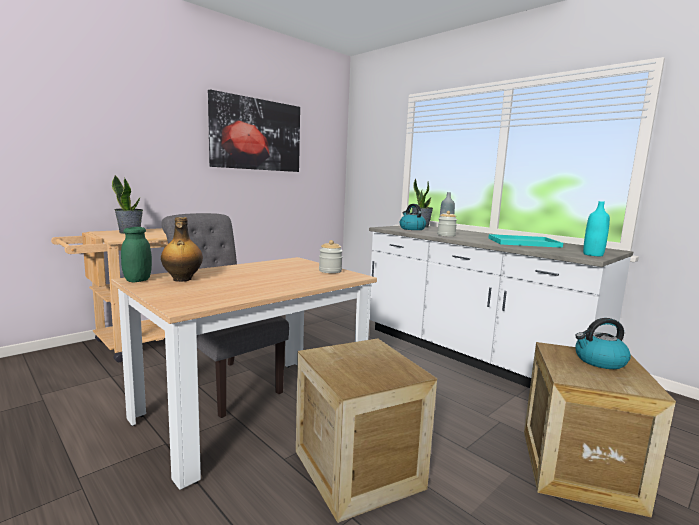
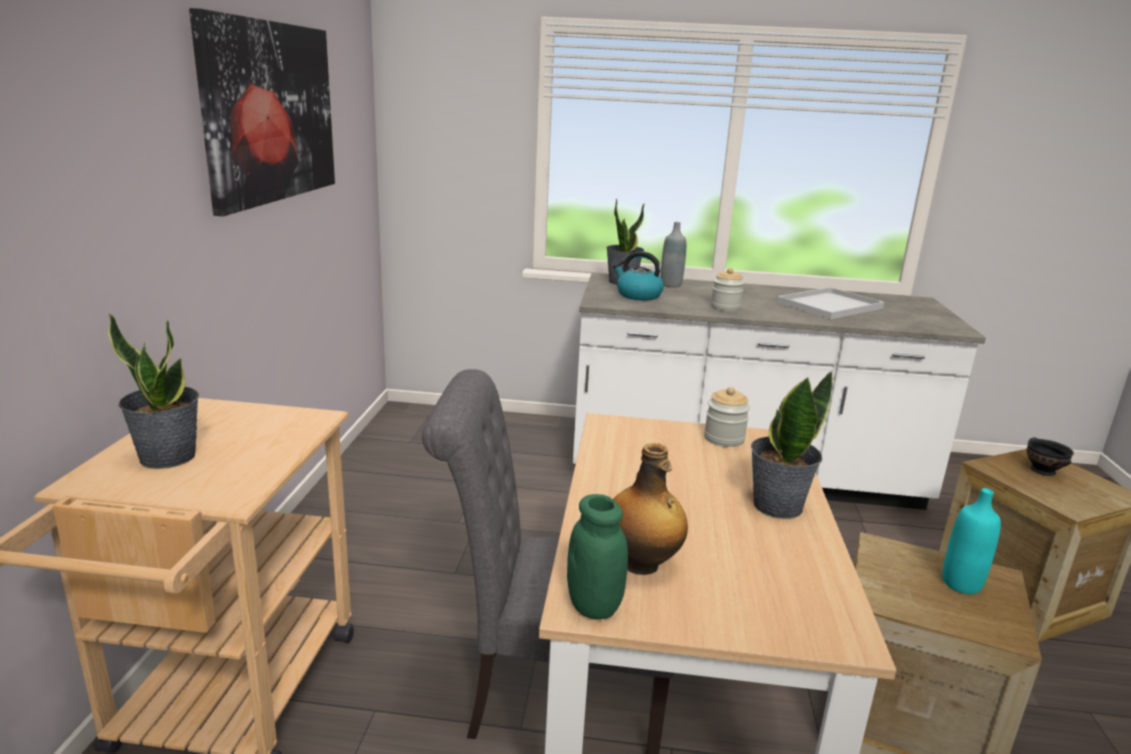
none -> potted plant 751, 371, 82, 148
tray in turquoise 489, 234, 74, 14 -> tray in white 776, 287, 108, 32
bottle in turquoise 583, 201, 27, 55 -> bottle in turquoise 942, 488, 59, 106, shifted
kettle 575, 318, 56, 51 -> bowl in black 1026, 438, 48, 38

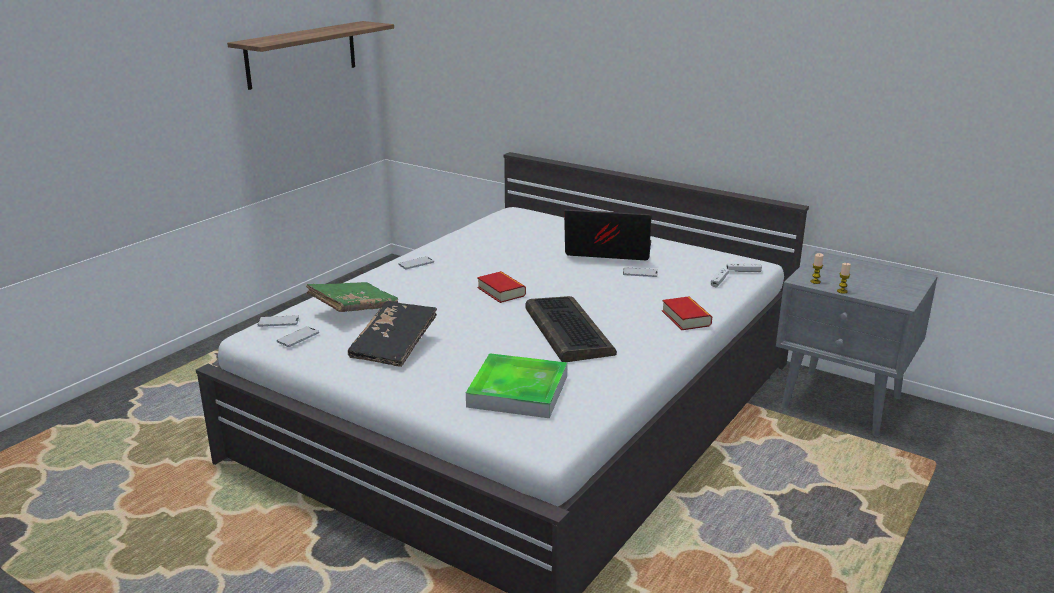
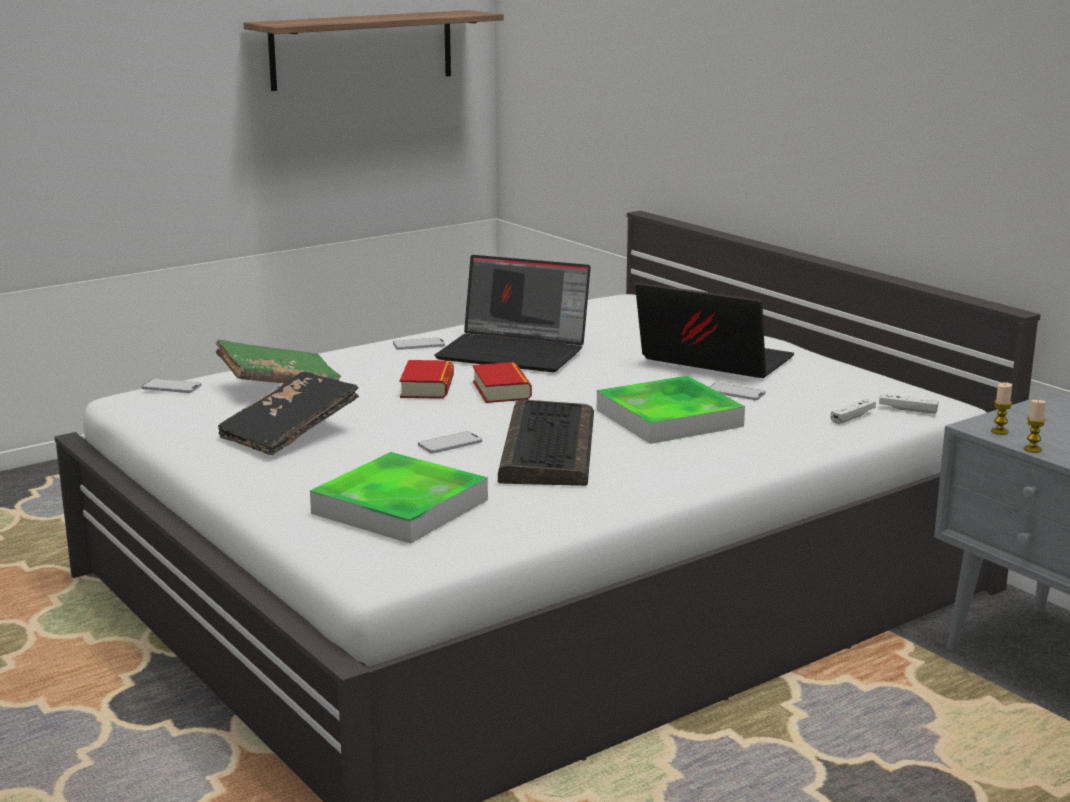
book 662, 296, 50, 34 -> book 400, 360, 54, 39, shifted
phone 277, 326, 42, 21 -> phone 418, 431, 64, 23, shifted
none -> laptop 434, 255, 157, 117
none -> tray 597, 376, 148, 68

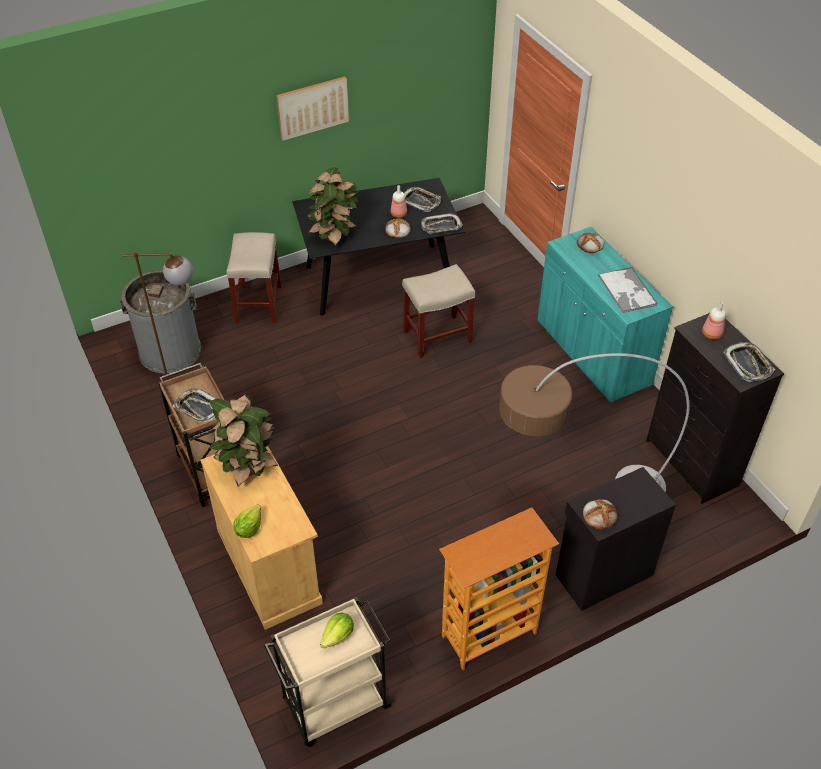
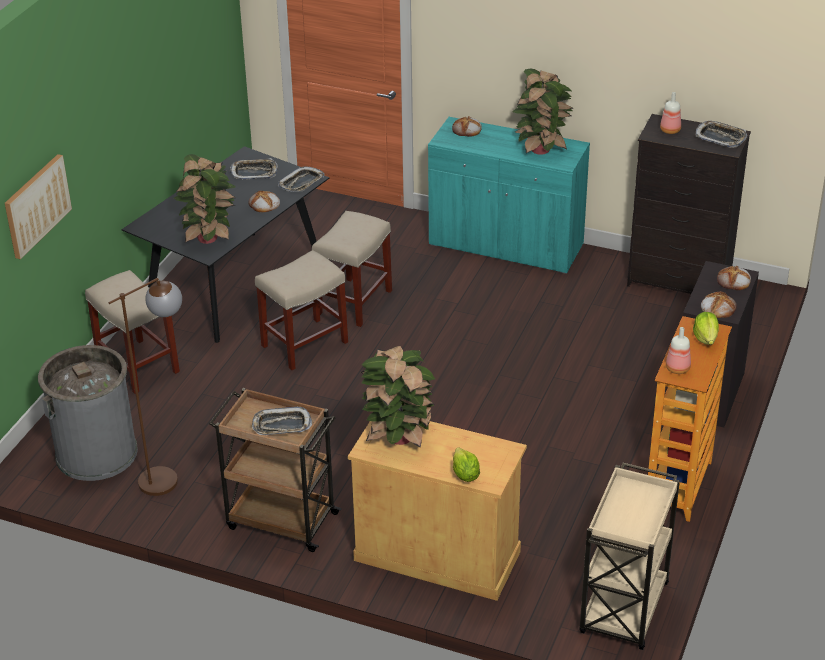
picture 276, 76, 73, 65 -> picture 5, 154, 67, 105, shifted
none -> stool in beige 255, 250, 93, 120
tray 598, 267, 60, 46 -> potted plant 512, 69, 61, 86
bottle 391, 185, 16, 33 -> bottle 666, 327, 25, 47, shifted
lettuce 320, 613, 34, 36 -> lettuce 693, 312, 26, 33, shifted
none -> bread 717, 266, 34, 24
floor lamp 499, 353, 191, 139 -> none

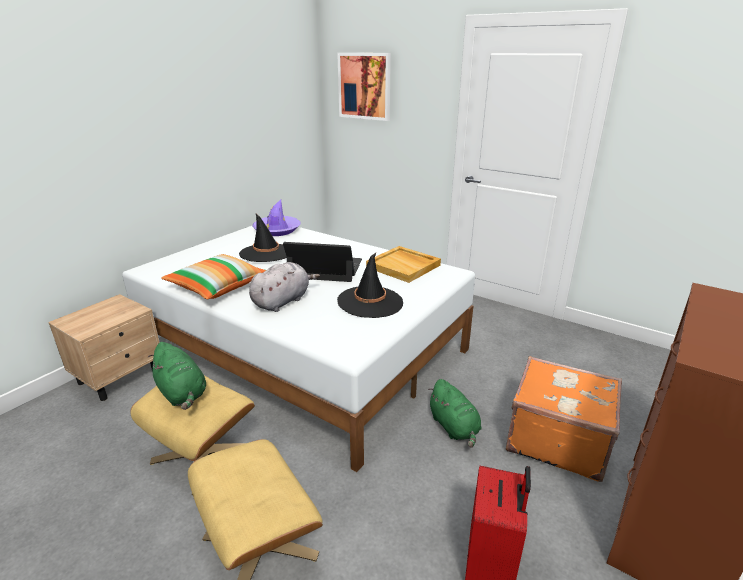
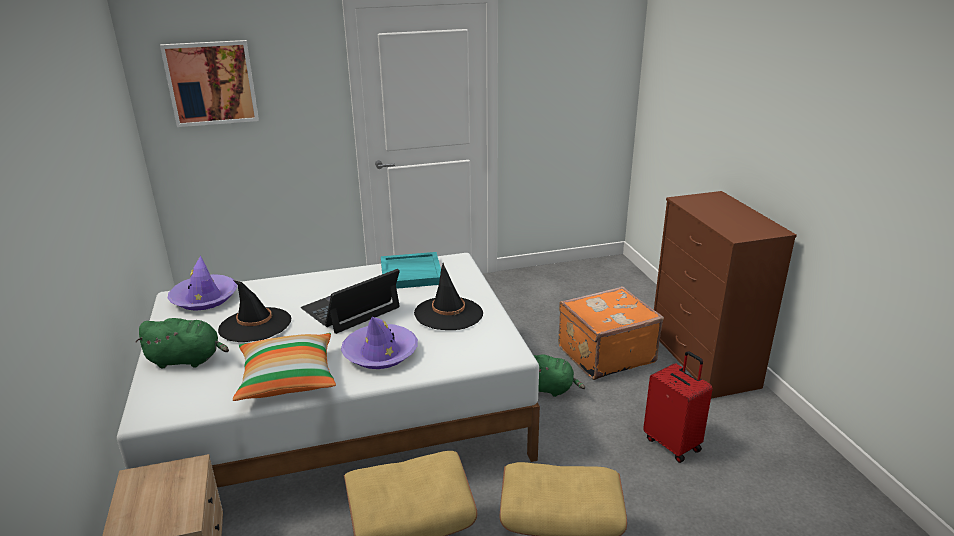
plush toy in green 148, 342, 58, 68 -> plush toy in green 135, 318, 94, 50, shifted
plush toy in grey 249, 262, 71, 50 -> hat in purple 341, 317, 77, 52
tray in beige 366, 246, 75, 37 -> tray in turquoise 381, 252, 60, 37

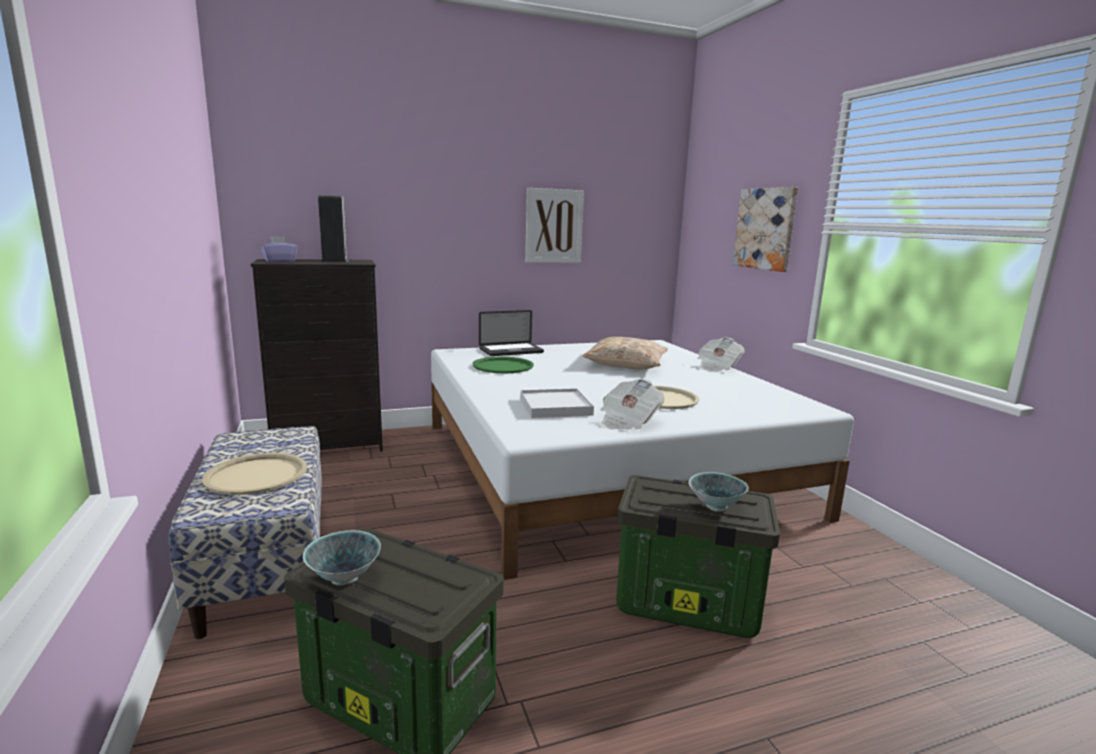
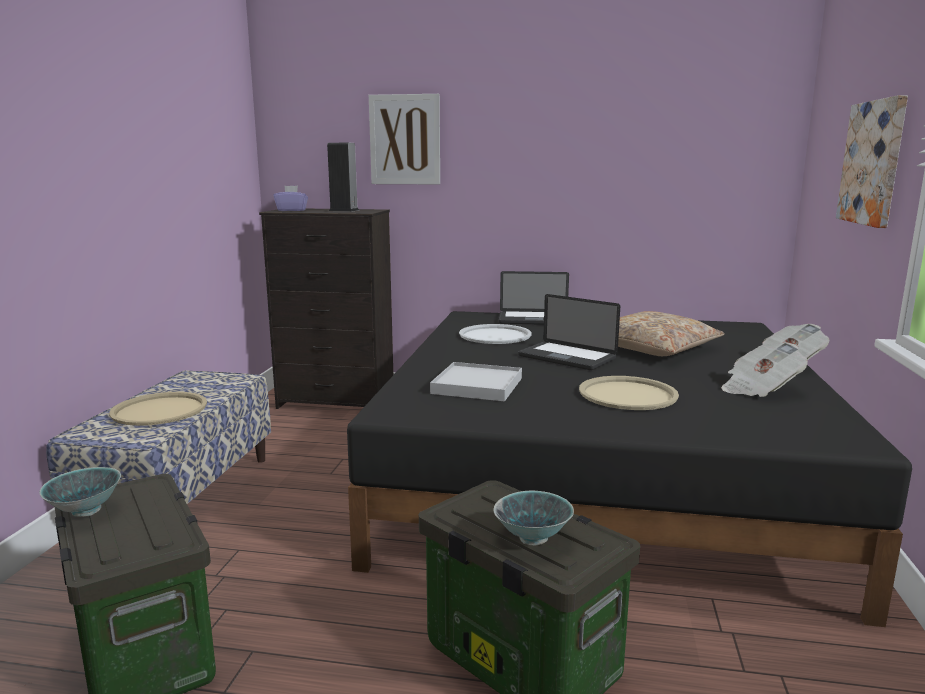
bed in white 431, 340, 423, 240 -> bed in black 347, 311, 565, 316
picture 525, 188, 59, 75 -> picture 369, 94, 71, 91, shifted
tray in green 472, 357, 62, 16 -> tray in white 459, 324, 73, 20
none -> laptop 518, 294, 102, 76
newspaper 600, 379, 65, 51 -> newspaper 721, 343, 87, 54, shifted

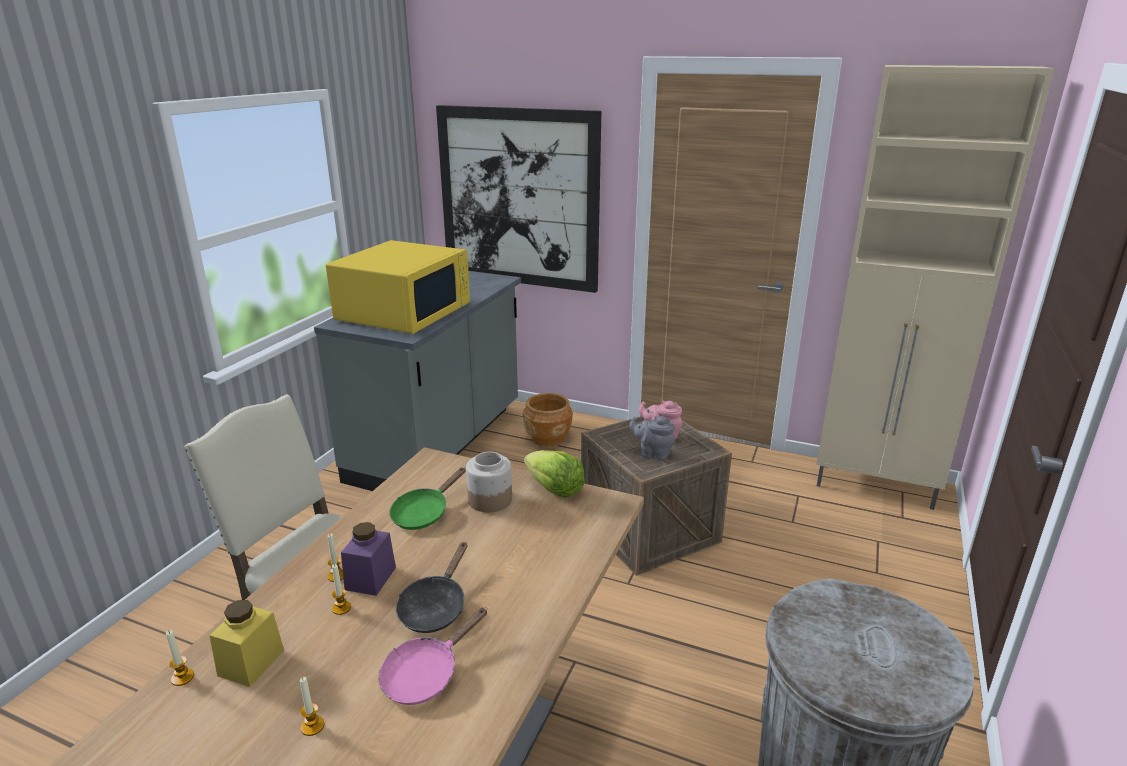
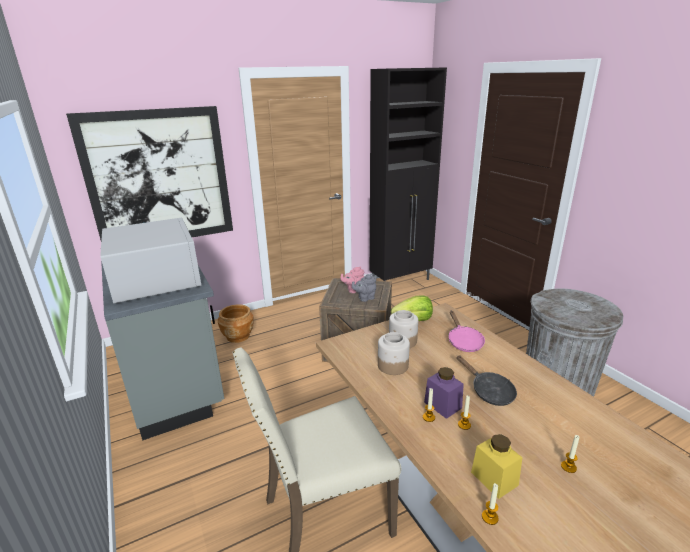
microwave in yellow 326, 240, 144, 94 -> microwave in white 100, 218, 102, 86
cabinet in beige 816, 65, 239, 445 -> cabinet in black 370, 67, 77, 214
frying pan in green 389, 467, 77, 63 -> jar 378, 332, 32, 43
frying pan in pink 379, 608, 109, 97 -> frying pan in pink 448, 311, 37, 41, shifted

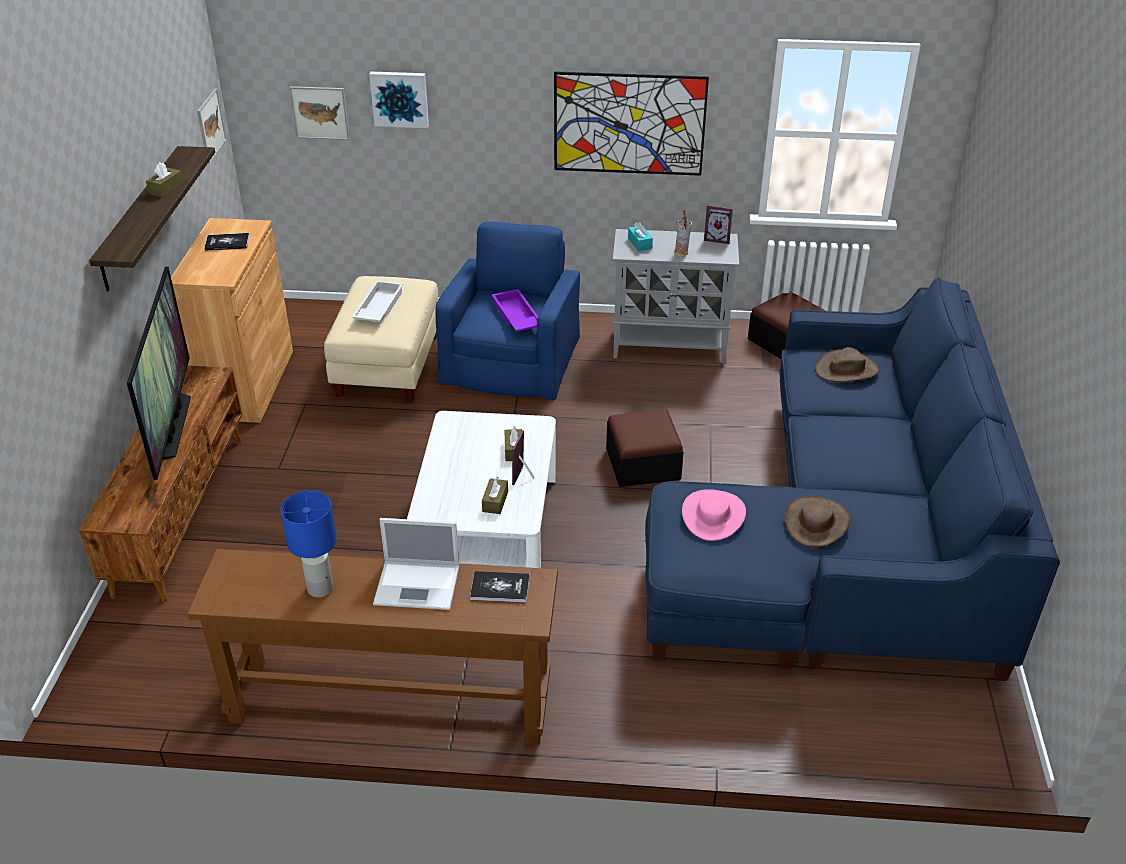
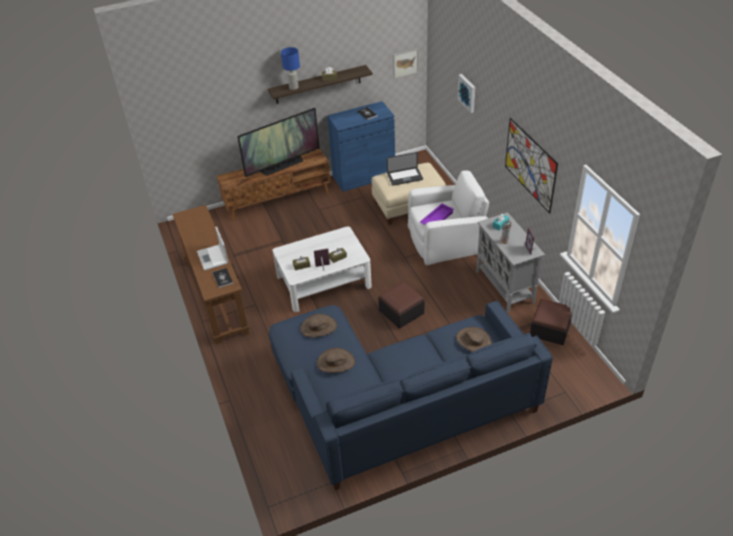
table lamp in blue 281, 490, 56, 107 -> table lamp in blue 281, 47, 19, 43, shifted
hat in pink 682, 489, 64, 52 -> hat in brown 301, 314, 36, 23
cabinet in brown 171, 218, 122, 205 -> cabinet in blue 327, 101, 68, 91
tray in white 352, 280, 51, 42 -> laptop 387, 152, 36, 34
armchair in blue 436, 222, 144, 178 -> armchair in white 408, 170, 81, 95
picture 289, 86, 61, 54 -> none

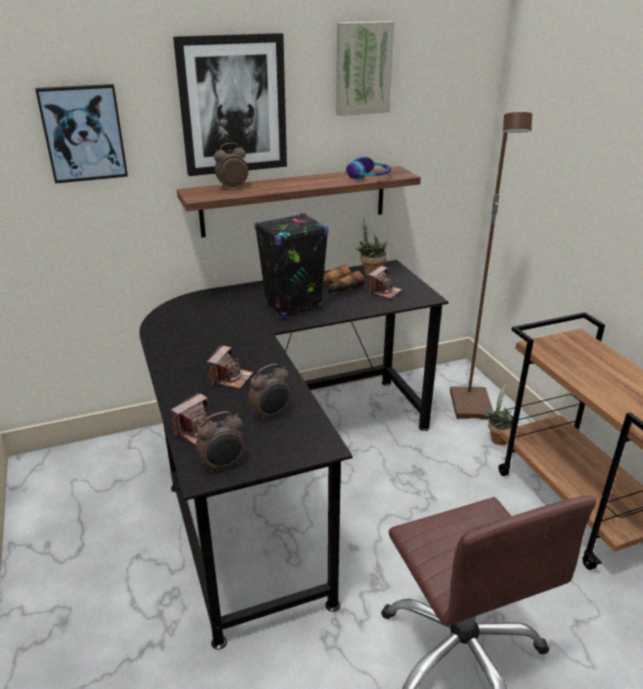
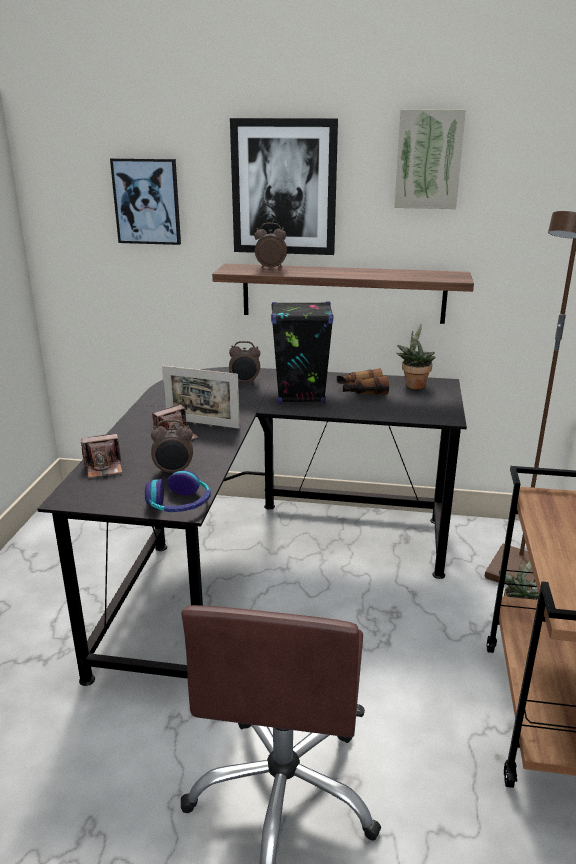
headphones 346, 156, 45, 23 -> headphones 145, 470, 66, 42, shifted
none -> picture frame 162, 366, 78, 63
alarm clock 196, 411, 49, 62 -> alarm clock 229, 341, 31, 43, shifted
photo camera 367, 266, 35, 33 -> none

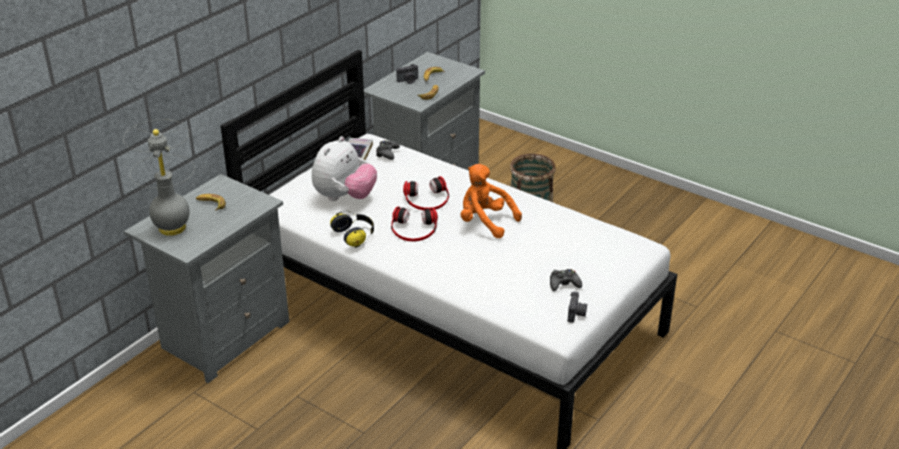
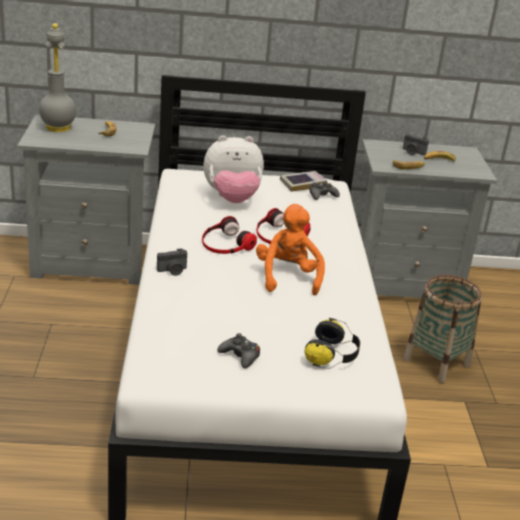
photo camera 568, 292, 19, 31 -> photo camera 157, 249, 30, 27, shifted
headphones 330, 210, 44, 38 -> headphones 305, 318, 55, 51, shifted

